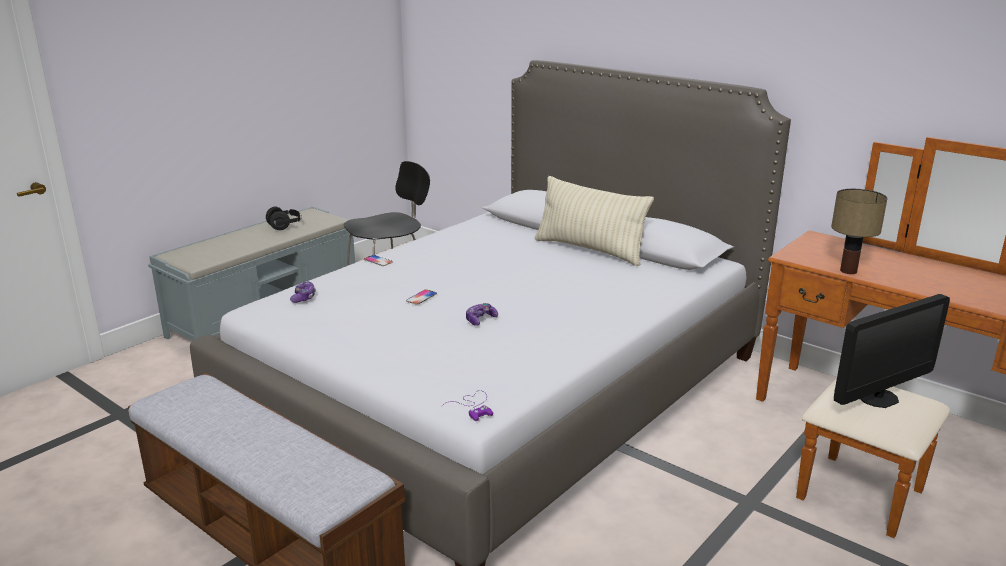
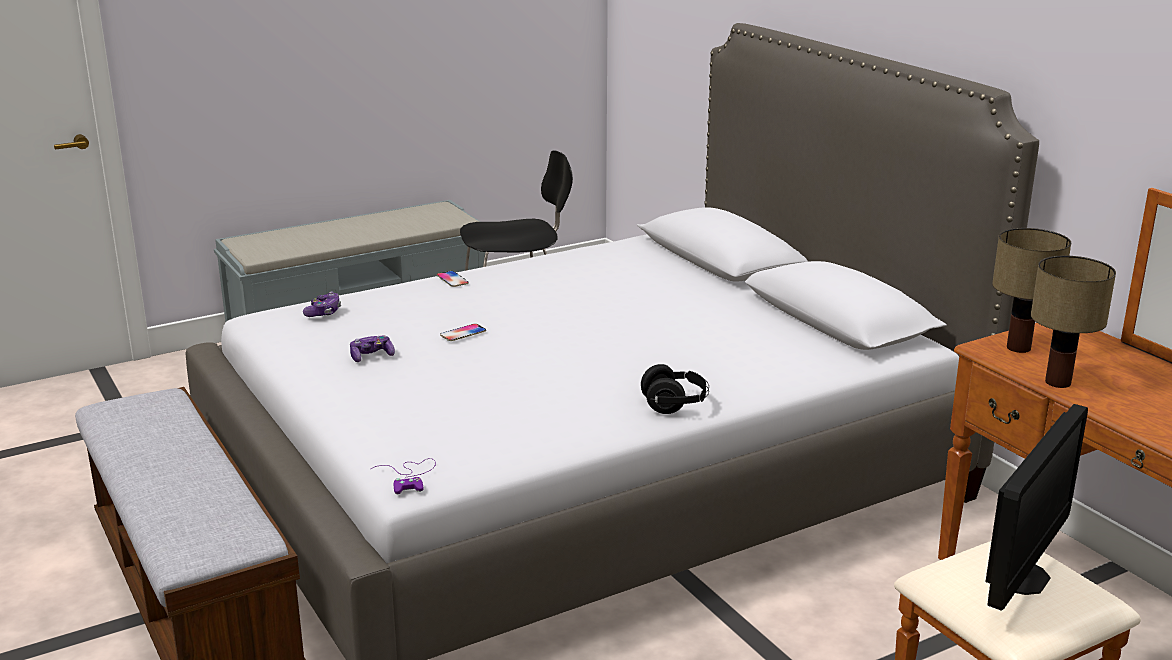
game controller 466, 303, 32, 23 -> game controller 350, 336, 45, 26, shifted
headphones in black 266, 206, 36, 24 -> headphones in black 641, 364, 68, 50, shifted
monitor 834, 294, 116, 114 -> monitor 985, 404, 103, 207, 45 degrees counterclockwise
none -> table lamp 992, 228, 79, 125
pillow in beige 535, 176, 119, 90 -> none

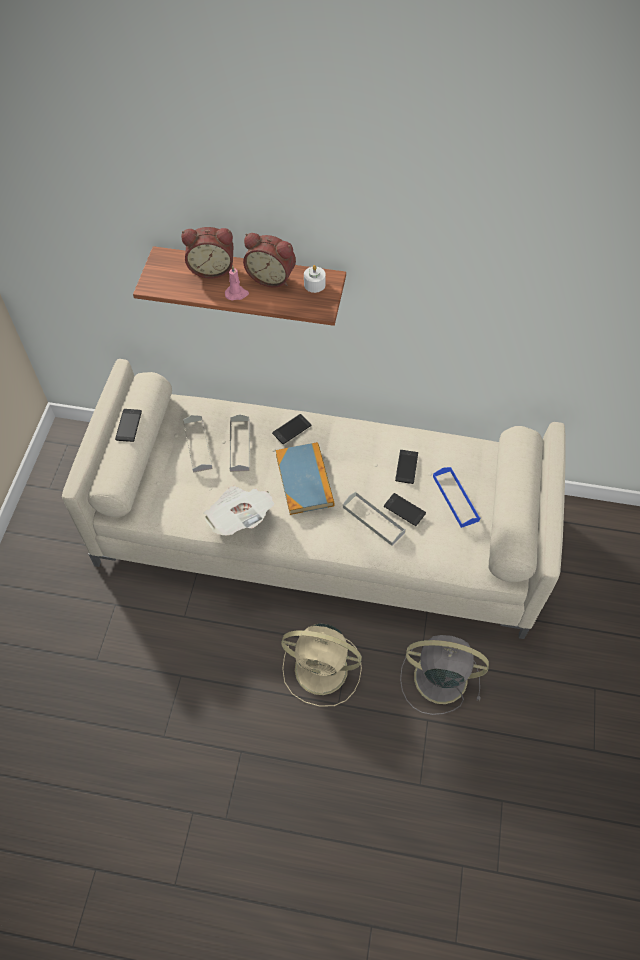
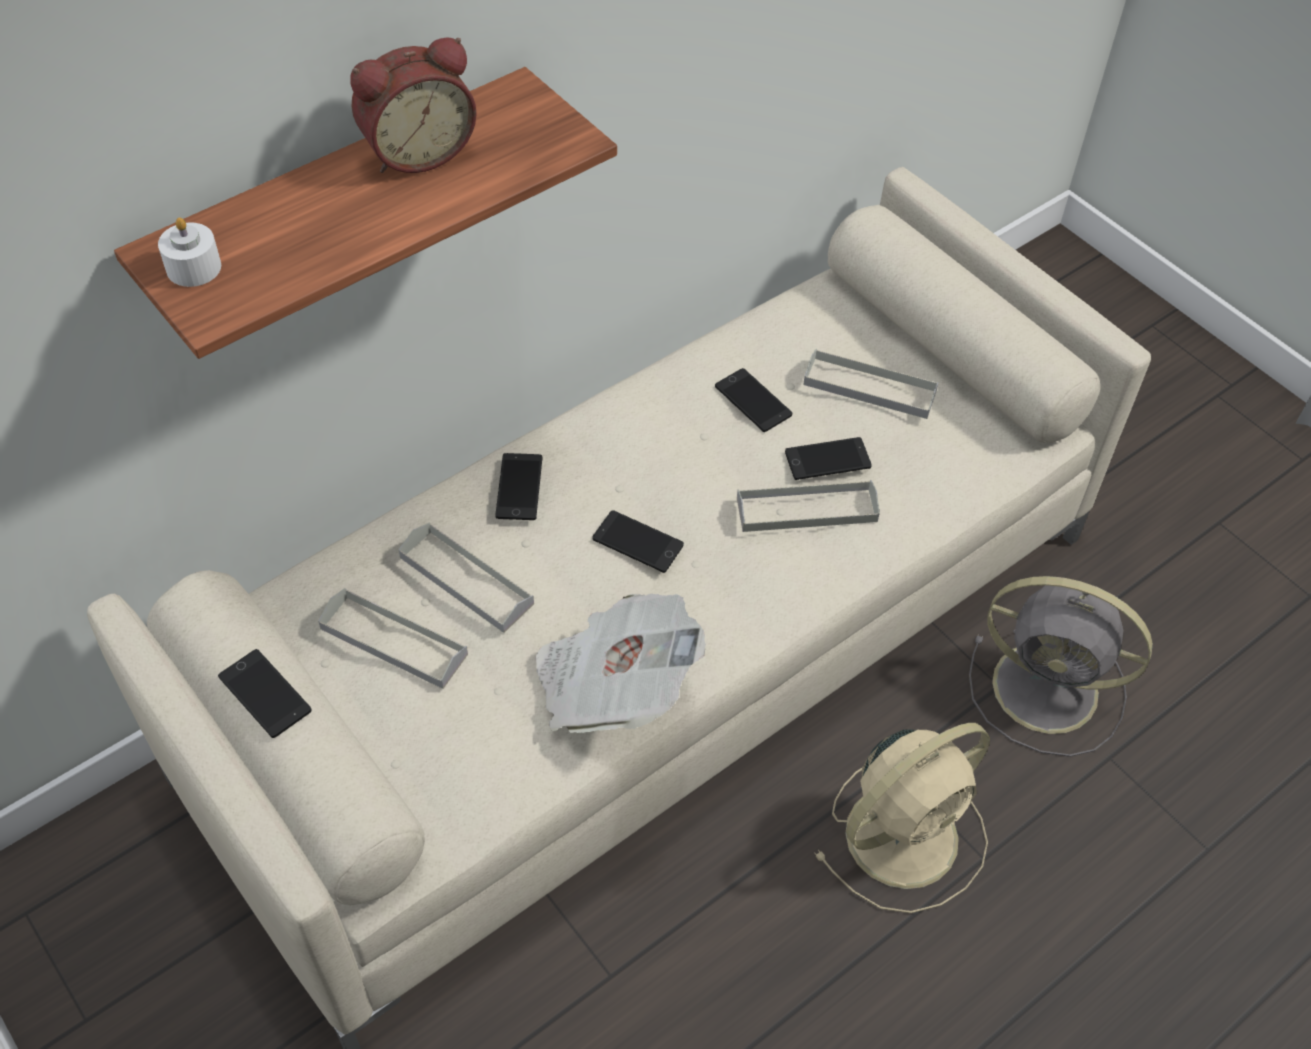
candle in white 304, 265, 22, 28 -> candle in white 158, 217, 63, 70, shifted
book 276, 442, 59, 73 -> phone 592, 510, 92, 63
tray in blue 433, 467, 47, 61 -> tray in grey 803, 349, 136, 70
fan in grey 400, 635, 89, 80 -> fan in grey 969, 576, 184, 181, 120 degrees counterclockwise
alarm clock 181, 227, 52, 51 -> none
candle in pink 225, 265, 24, 36 -> none

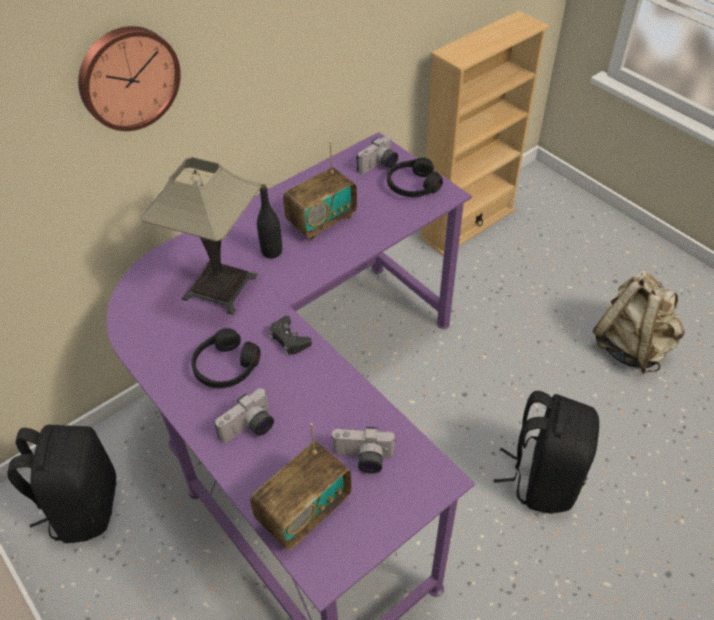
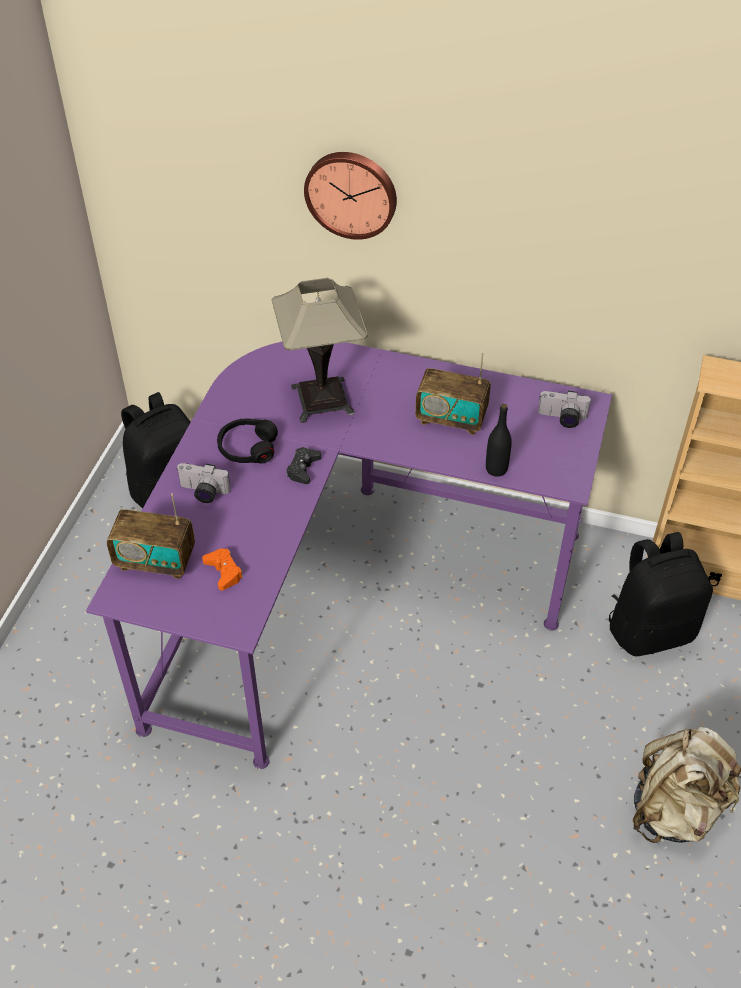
photo camera 331, 427, 65, 46 -> game controller in orange 202, 548, 41, 42
bottle in black 257, 184, 25, 75 -> bottle in black 486, 404, 26, 73, shifted
backpack in black 494, 391, 105, 123 -> backpack in black 608, 532, 105, 124, shifted
headphones in black 387, 158, 56, 39 -> none

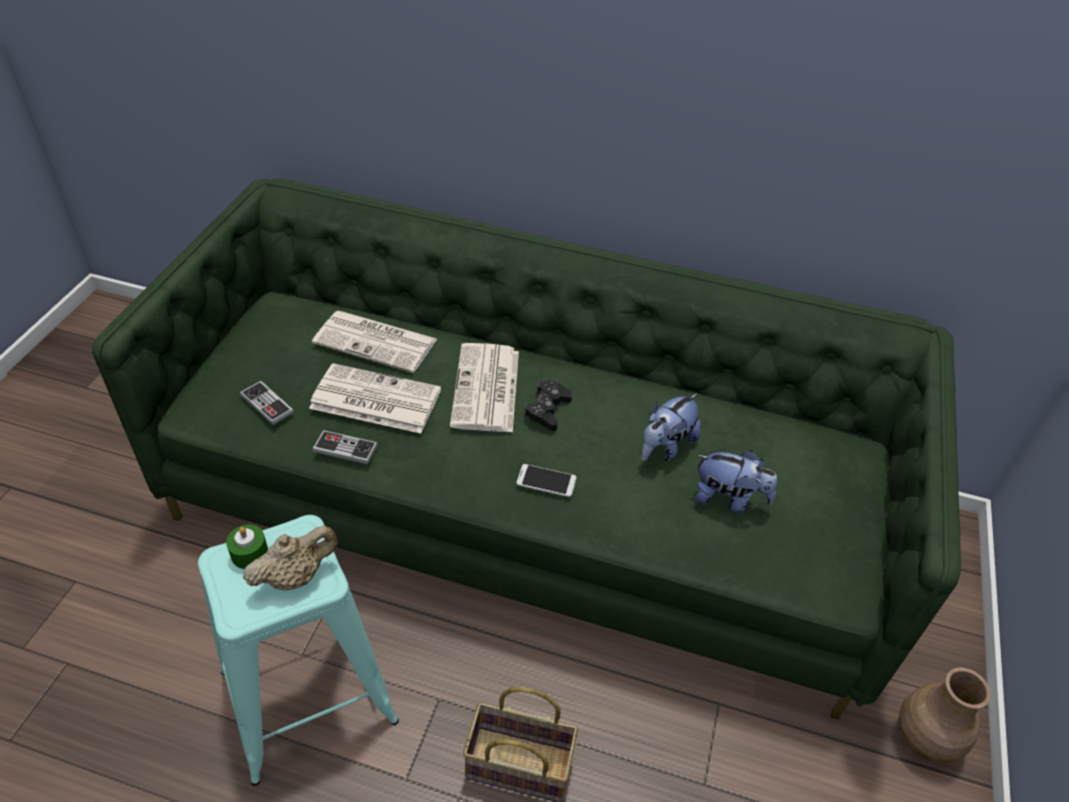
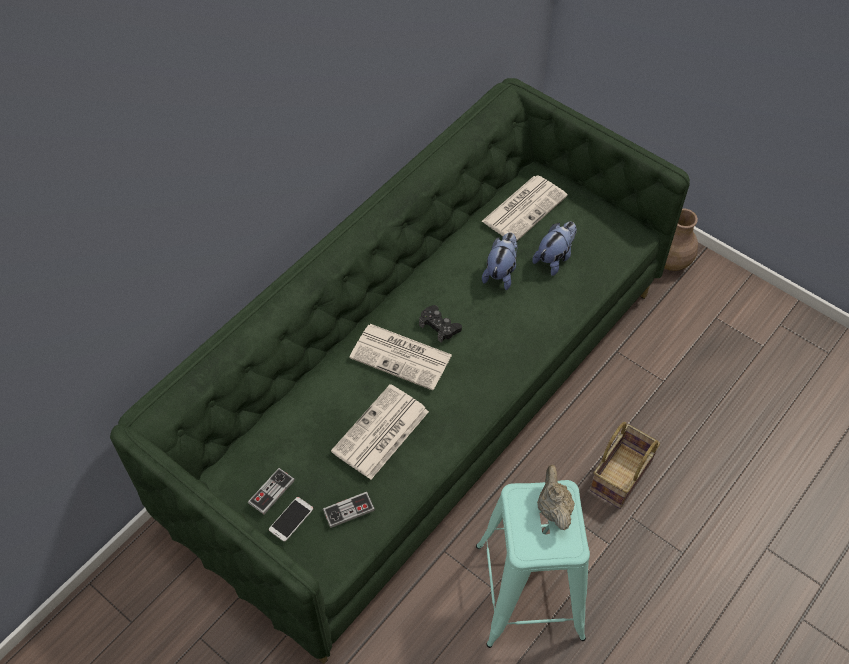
game controller 313, 430, 65, 34 -> game controller 248, 468, 47, 46, shifted
phone 516, 464, 61, 33 -> phone 269, 497, 44, 45, shifted
newspaper 312, 311, 125, 62 -> newspaper 481, 175, 87, 66, shifted
plush toy 641, 393, 60, 68 -> plush toy 482, 232, 36, 58, 135 degrees counterclockwise
candle in green 226, 525, 42, 44 -> none

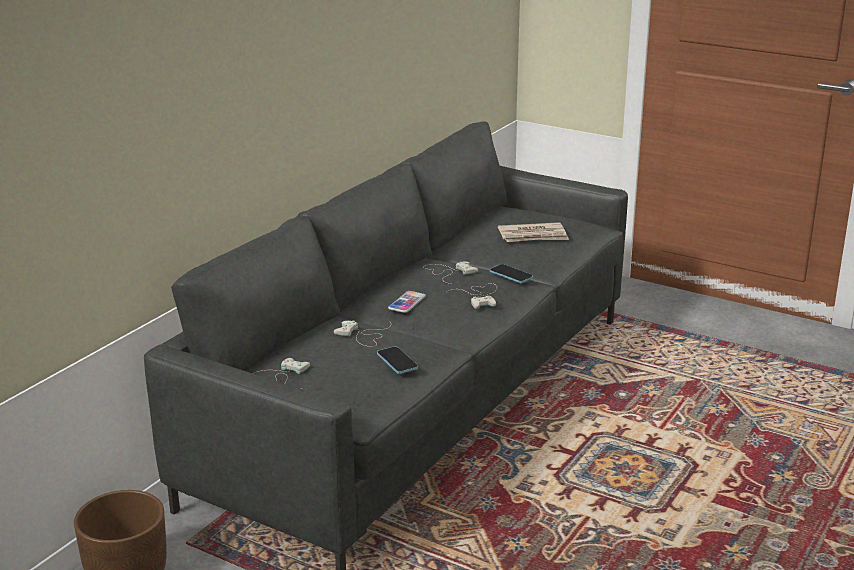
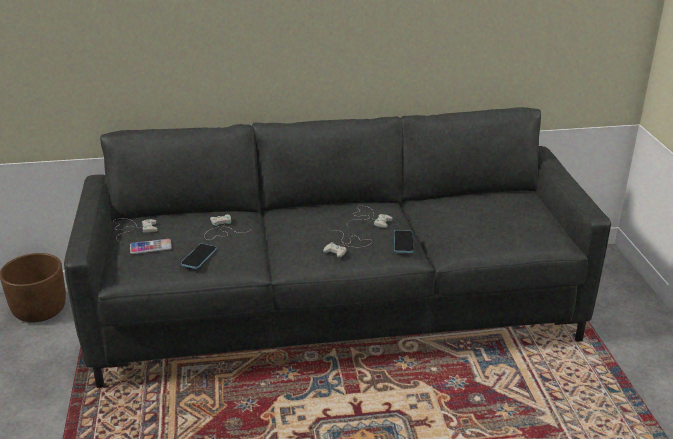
phone 388, 291, 38, 22 -> phone 130, 239, 42, 15, shifted
newspaper 498, 222, 71, 20 -> none

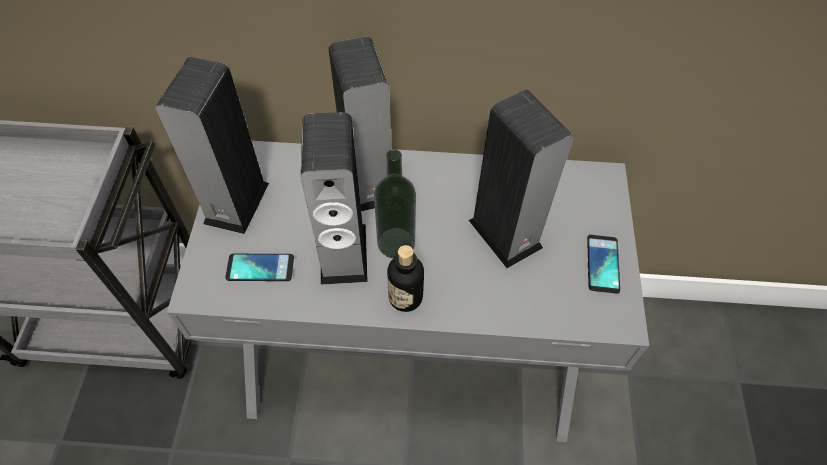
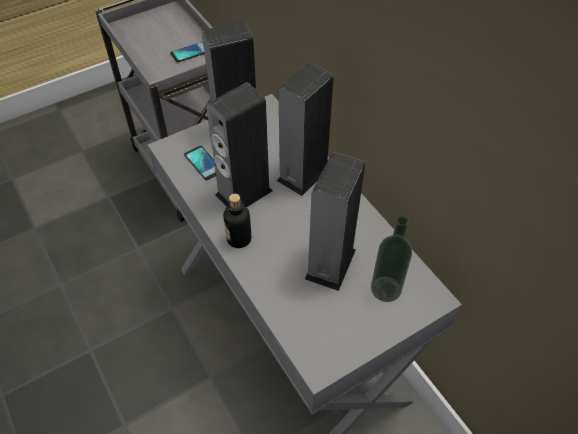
phone 587, 235, 33, 58 -> phone 170, 42, 34, 20, shifted
bottle 374, 149, 42, 110 -> bottle 371, 216, 41, 86, shifted

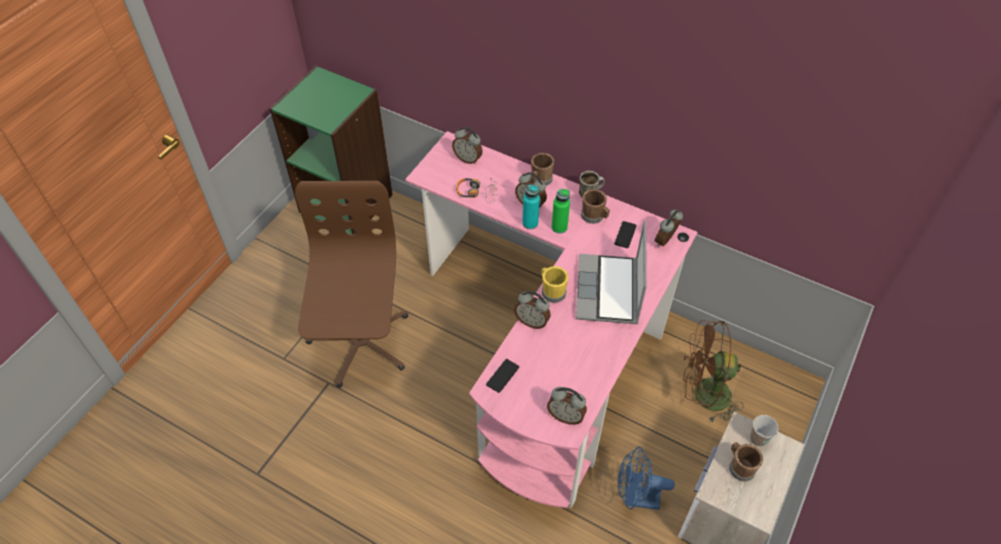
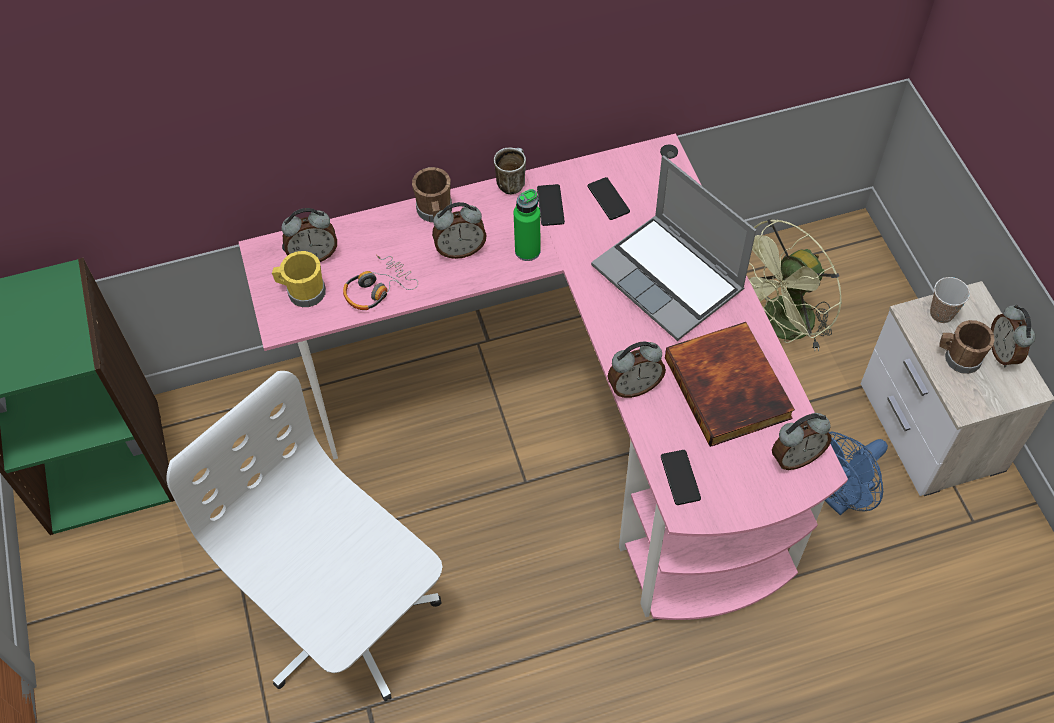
office chair in brown 295, 181, 113, 207 -> office chair in white 167, 371, 275, 330
mug in yellow 541, 266, 28, 37 -> mug in yellow 272, 251, 54, 56, shifted
mug in brown 581, 189, 29, 35 -> phone 537, 184, 28, 42
none -> book 665, 322, 130, 125
fan in brown 682, 320, 62, 103 -> fan in green 749, 219, 93, 132
alarm clock 655, 210, 28, 37 -> alarm clock 991, 305, 44, 62, shifted
bottle in turquoise 522, 184, 18, 45 -> none

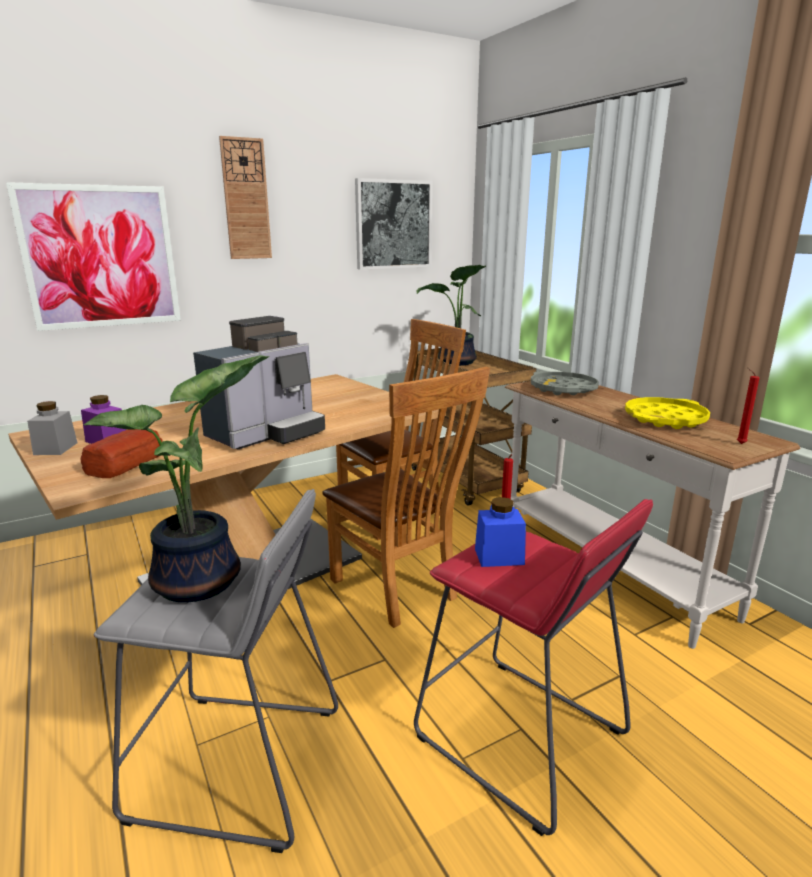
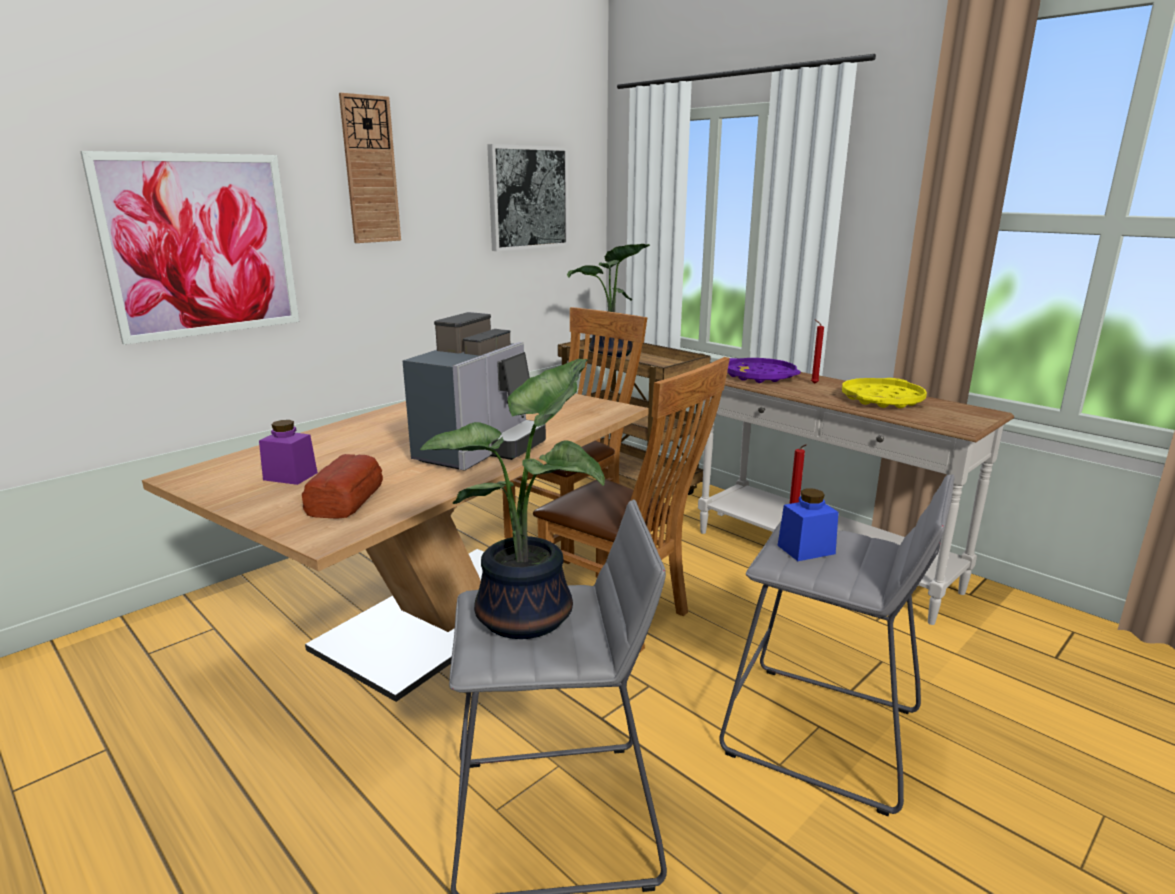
stool in red 414, 499, 239, 337 -> stool in grey 719, 474, 236, 342
tray in grey 531, 371, 68, 24 -> tray in purple 727, 358, 73, 25
candle in red 737, 368, 23, 76 -> candle in red 811, 319, 13, 65, shifted
jar in grey 27, 401, 51, 54 -> none

